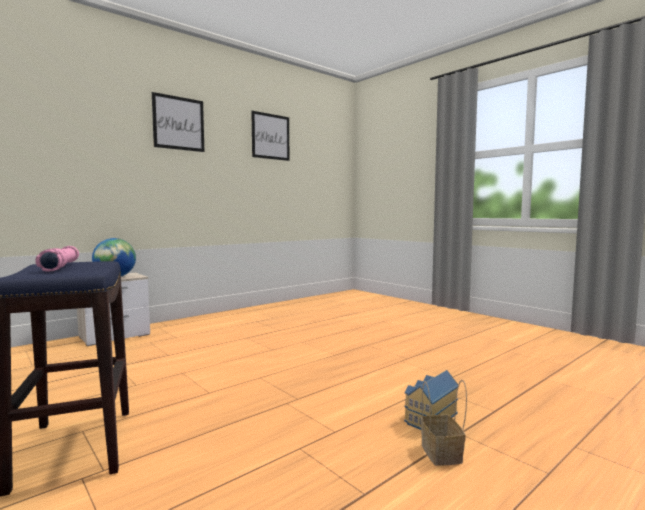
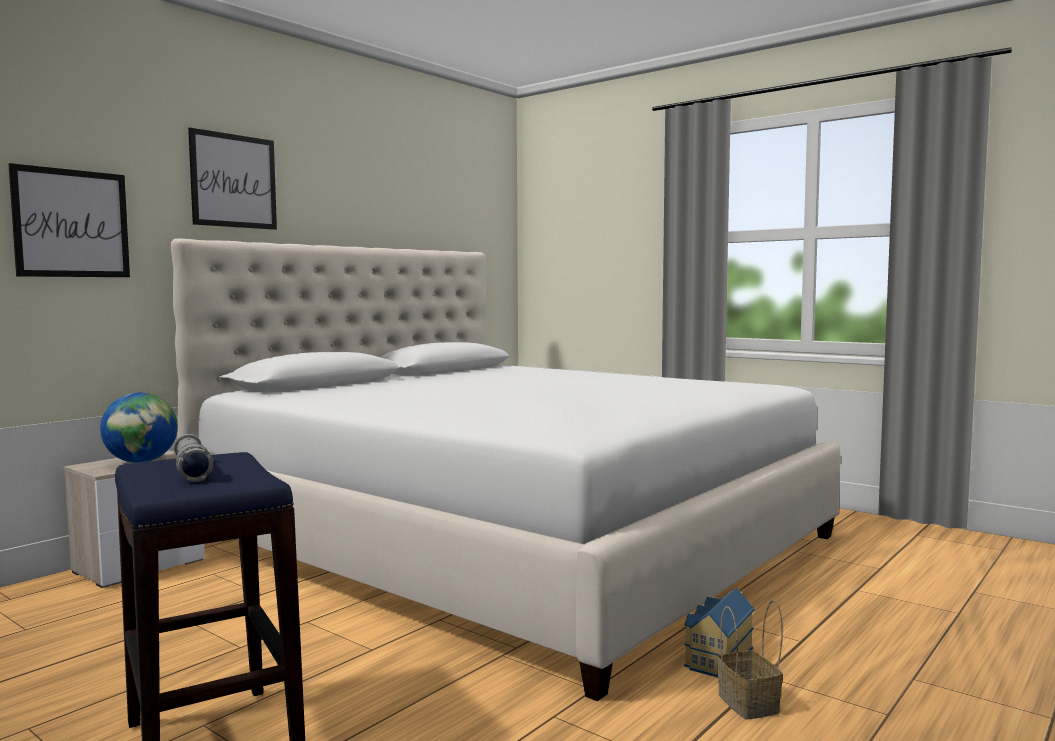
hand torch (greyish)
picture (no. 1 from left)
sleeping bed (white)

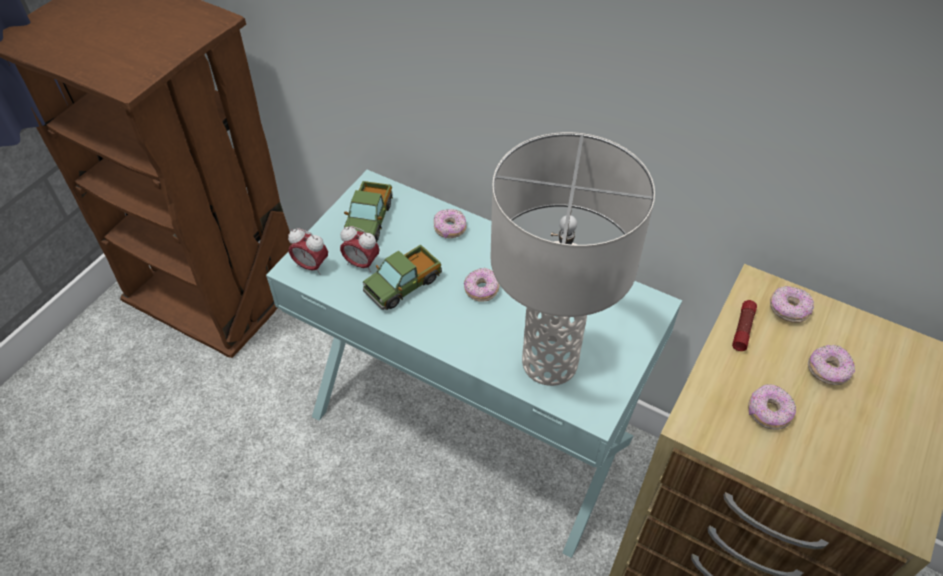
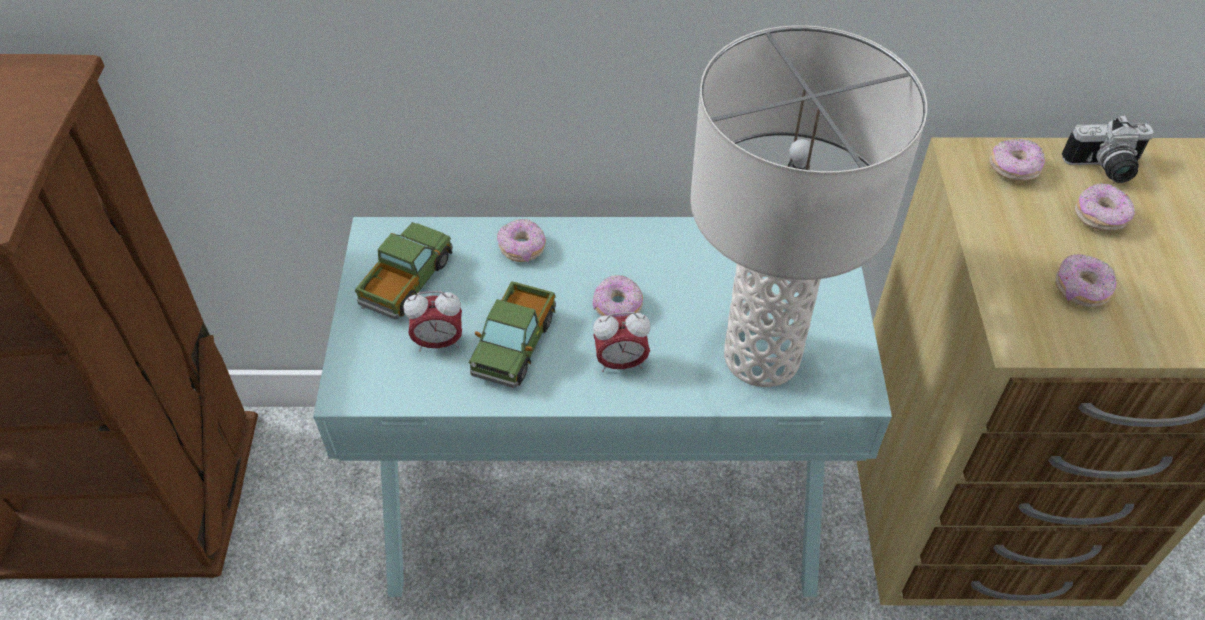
alarm clock (no. 2 from left)
model truck (no. 1 from left)
hand torch
photo camera

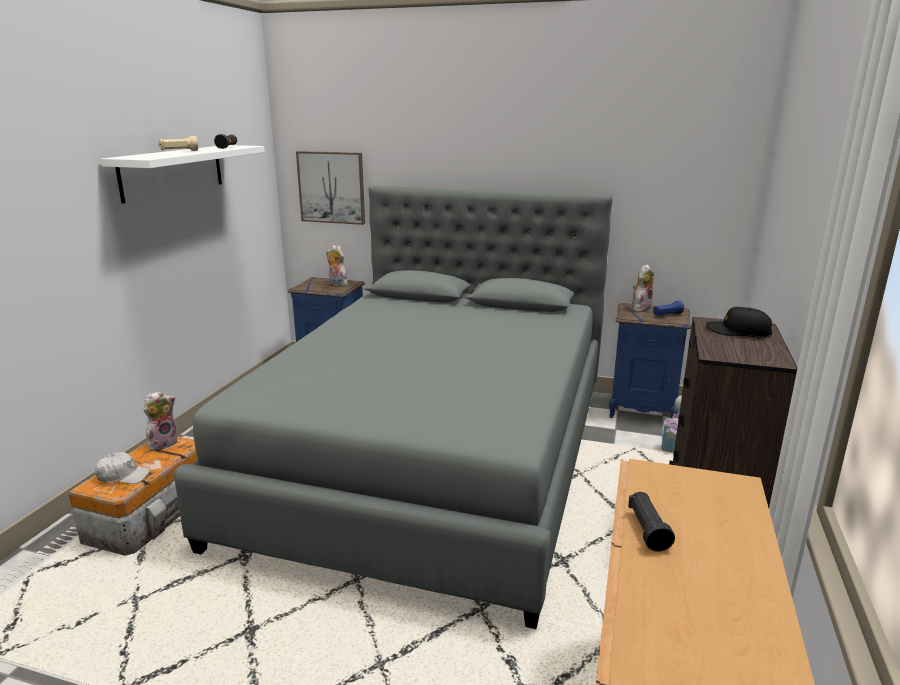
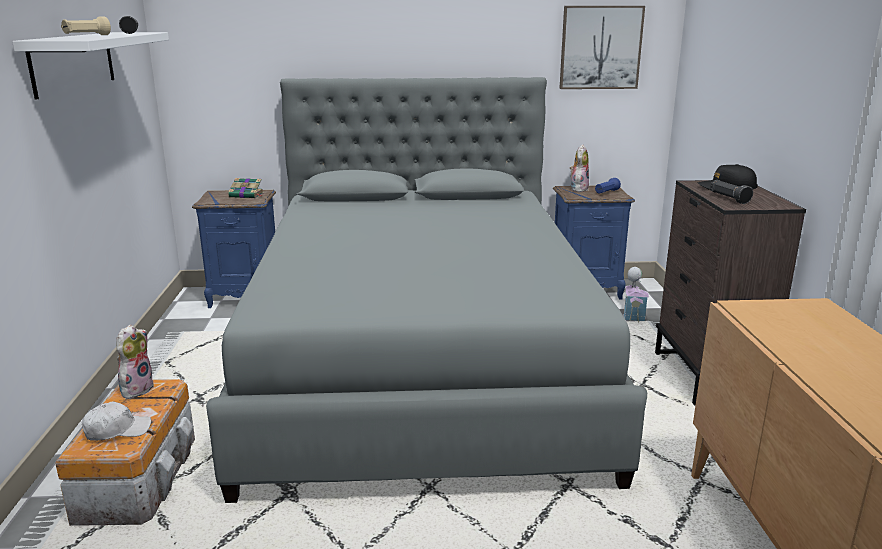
picture
volume
hand torch (black-coloured) (no. 2 from left)

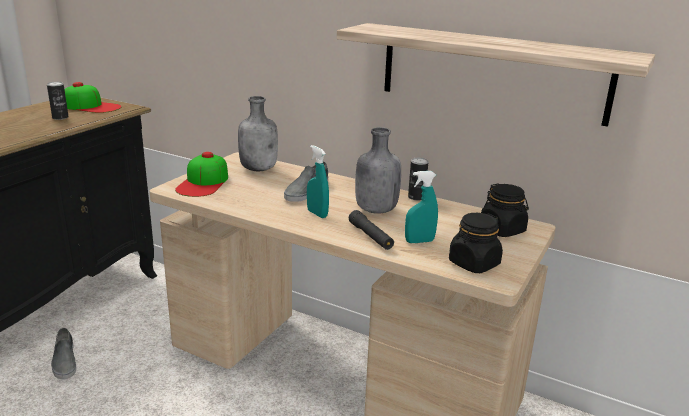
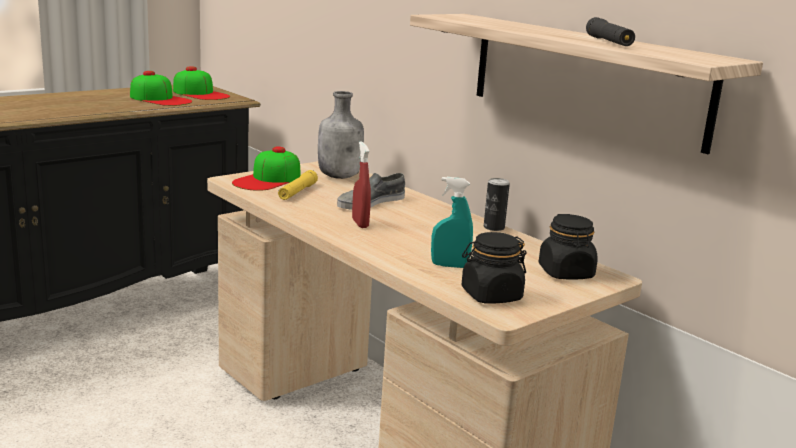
cap (no. 1 from left)
low shoe (greyish) (no. 1 from left in the first image)
spray bottle (reddish)
hand torch (black-coloured)
bottle (greyish) (no. 2 from left in the first image)
hand torch (yellow)

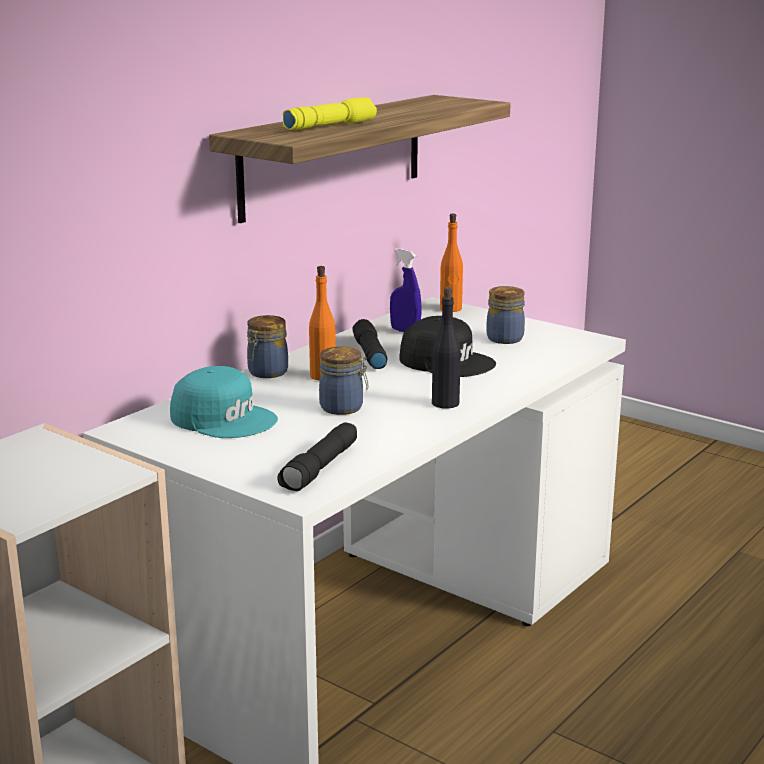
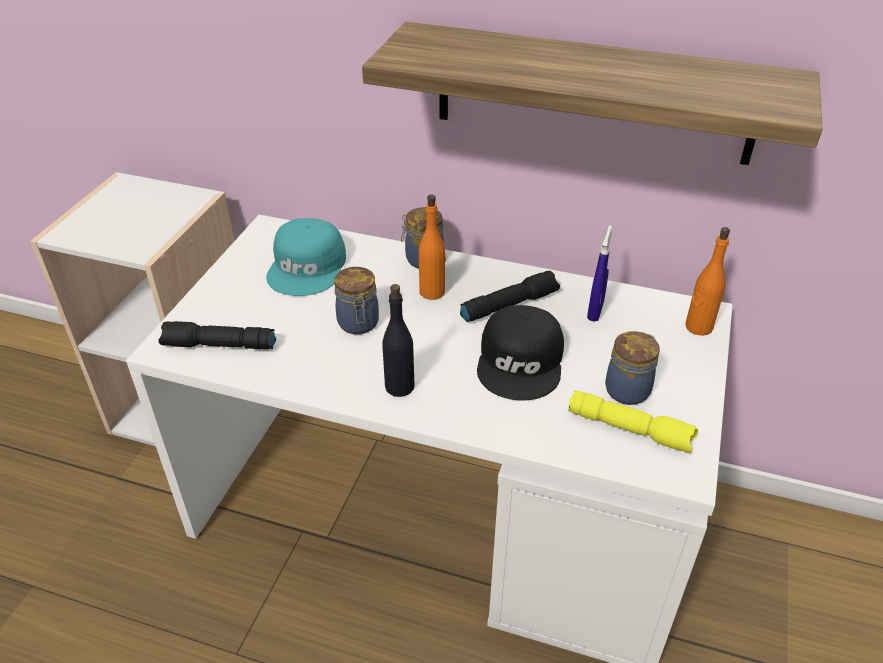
hand torch (yellow)

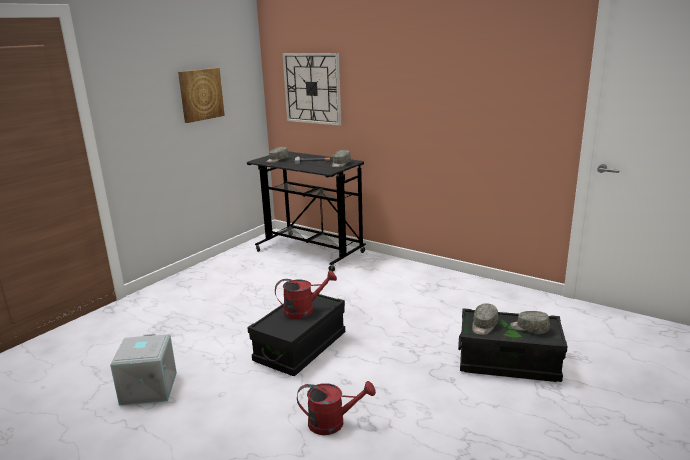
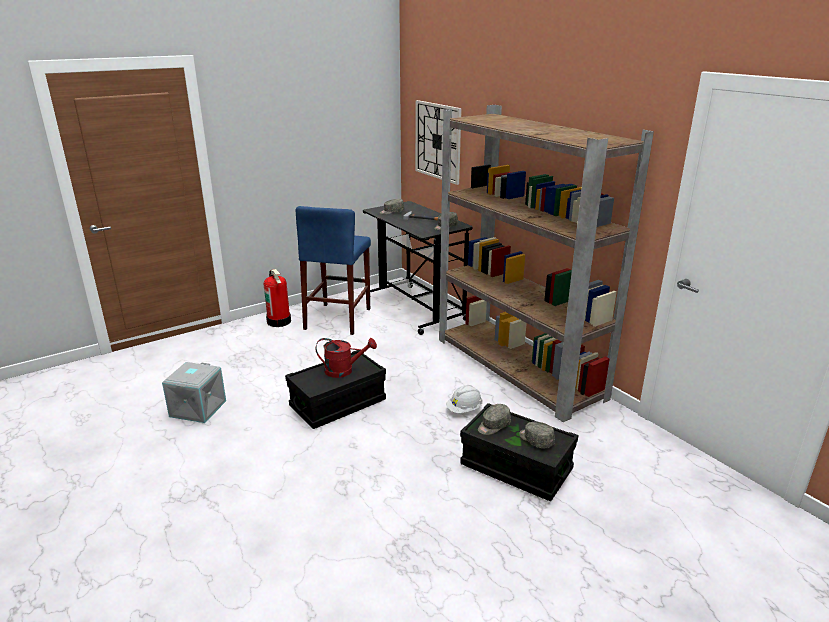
picture
watering pot (reddish) (no. 2 from left in the first image)
fire extinguisher
stool (bluish)
shelving unit (brown-coloured)
hard hat (white)

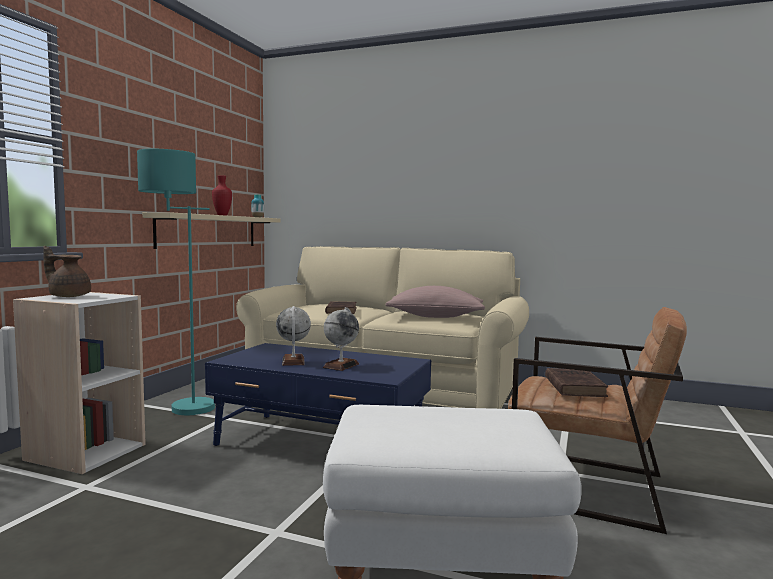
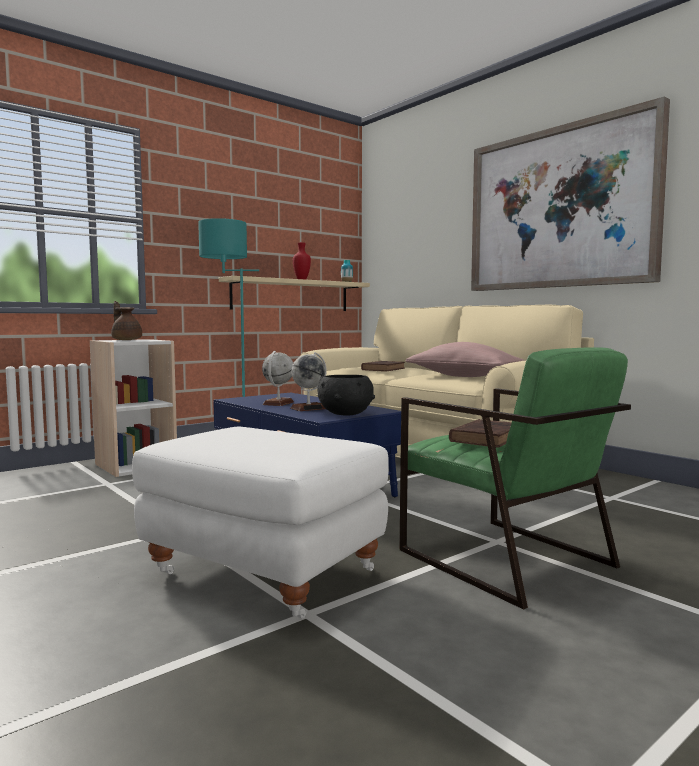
armchair (greenish)
bowl (black-coloured)
picture

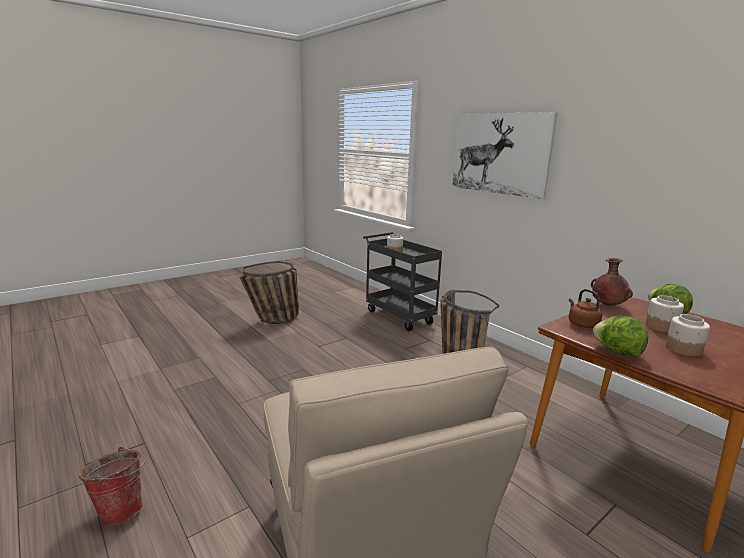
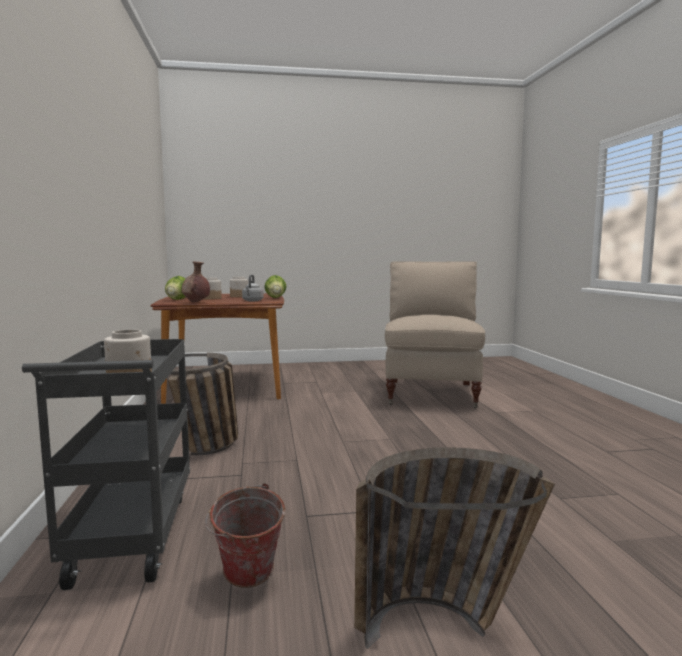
bucket
picture
kettle (greyish)

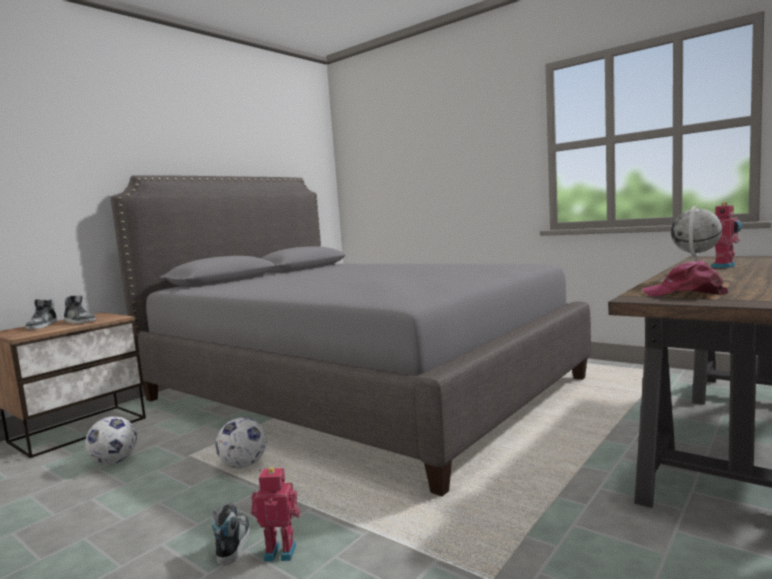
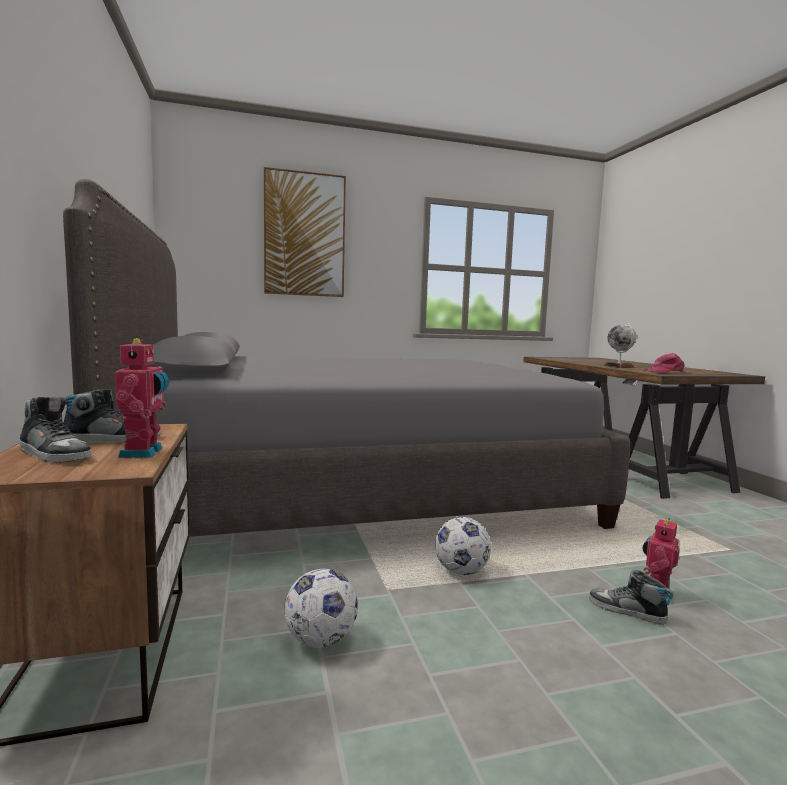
toy robot (no. 1 from left)
picture

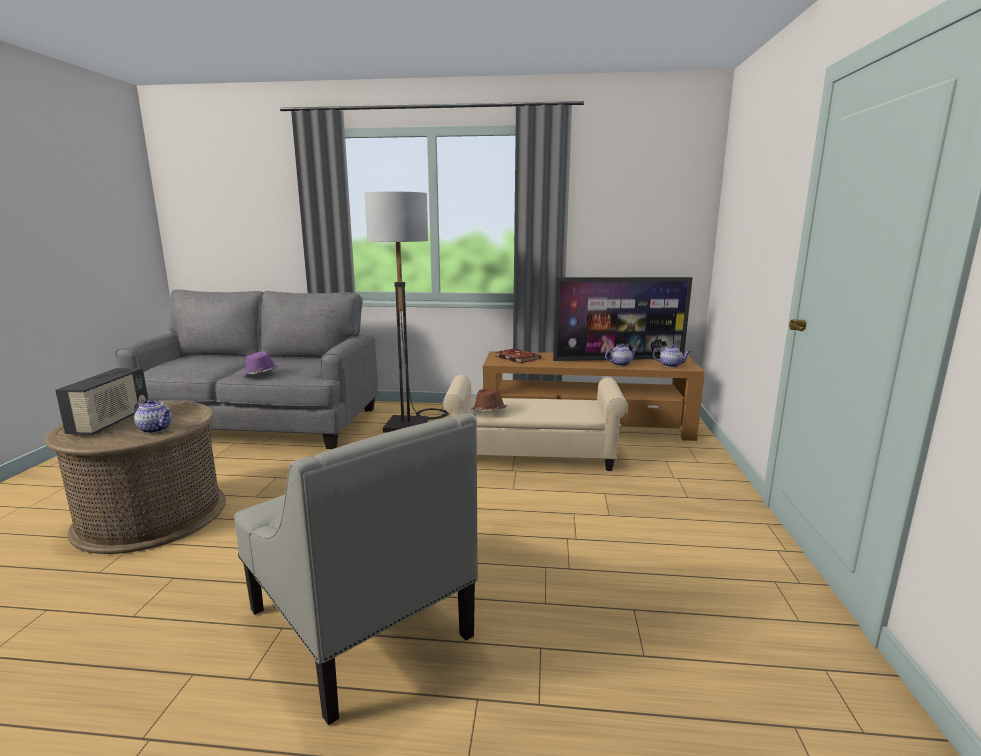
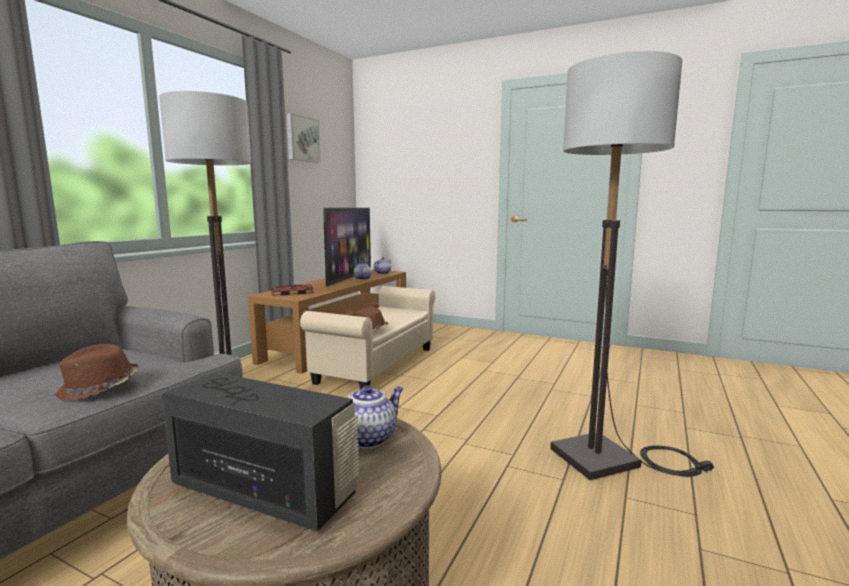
standing lamp (no. 2 from left)
wearable hat (brown-coloured) (no. 1 from left)
picture

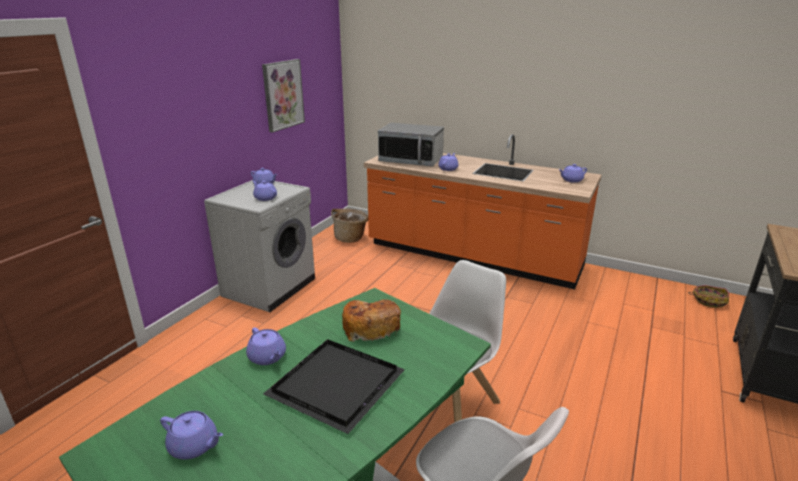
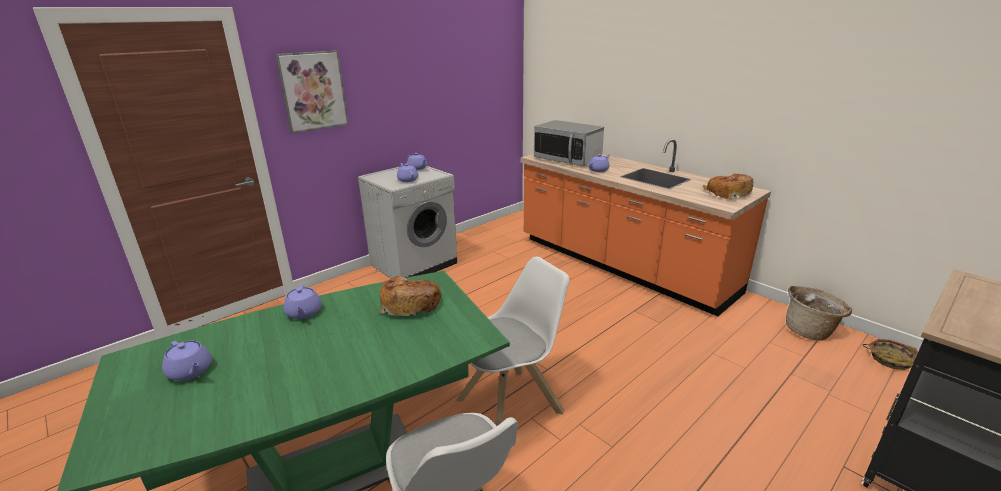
picture
serving tray (black-coloured)
storage basket (no. 1 from left)
bakery bread (no. 2 from left)

